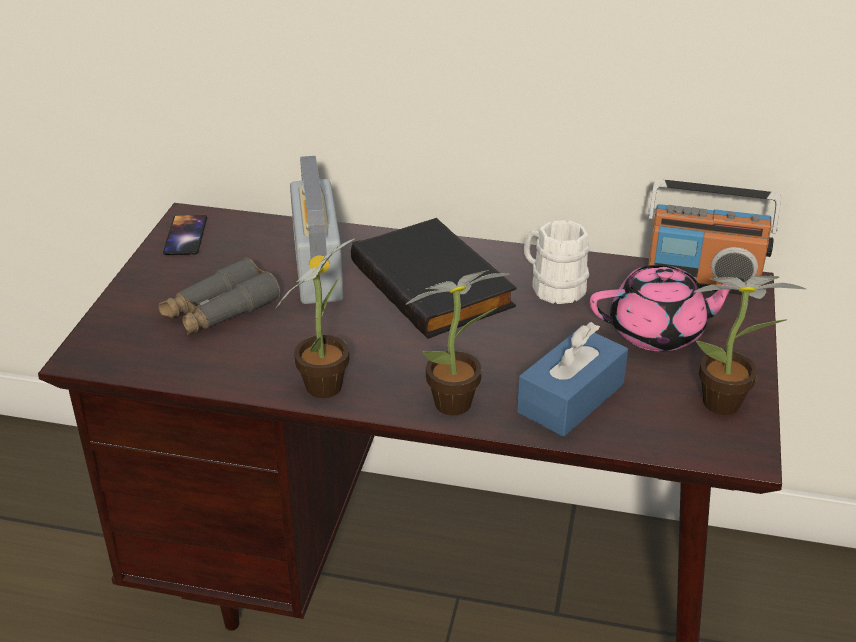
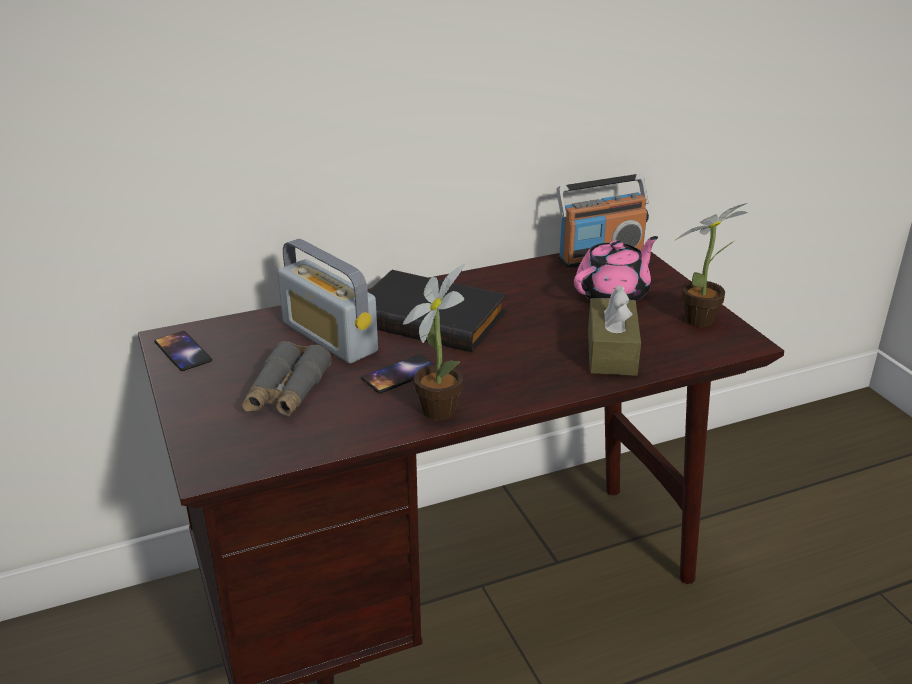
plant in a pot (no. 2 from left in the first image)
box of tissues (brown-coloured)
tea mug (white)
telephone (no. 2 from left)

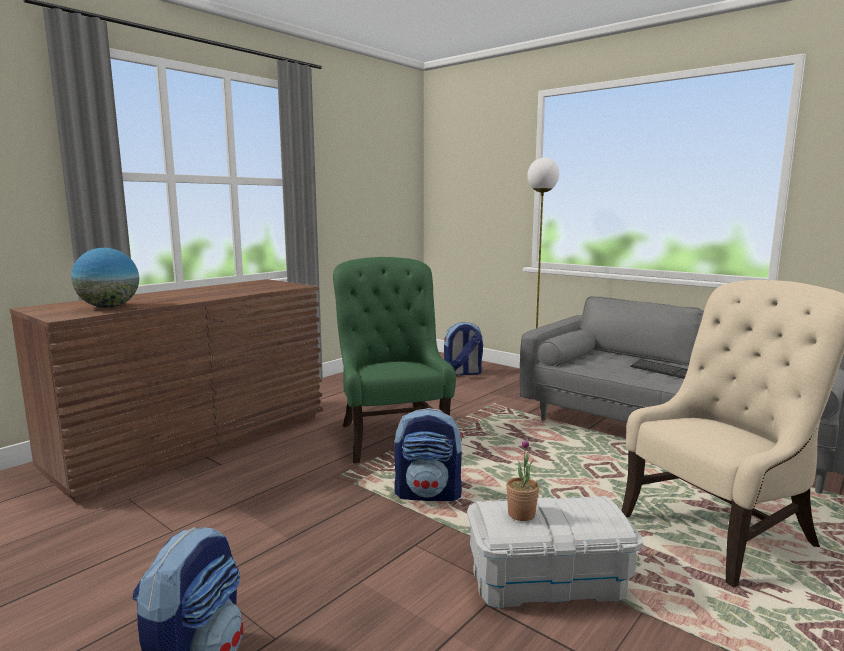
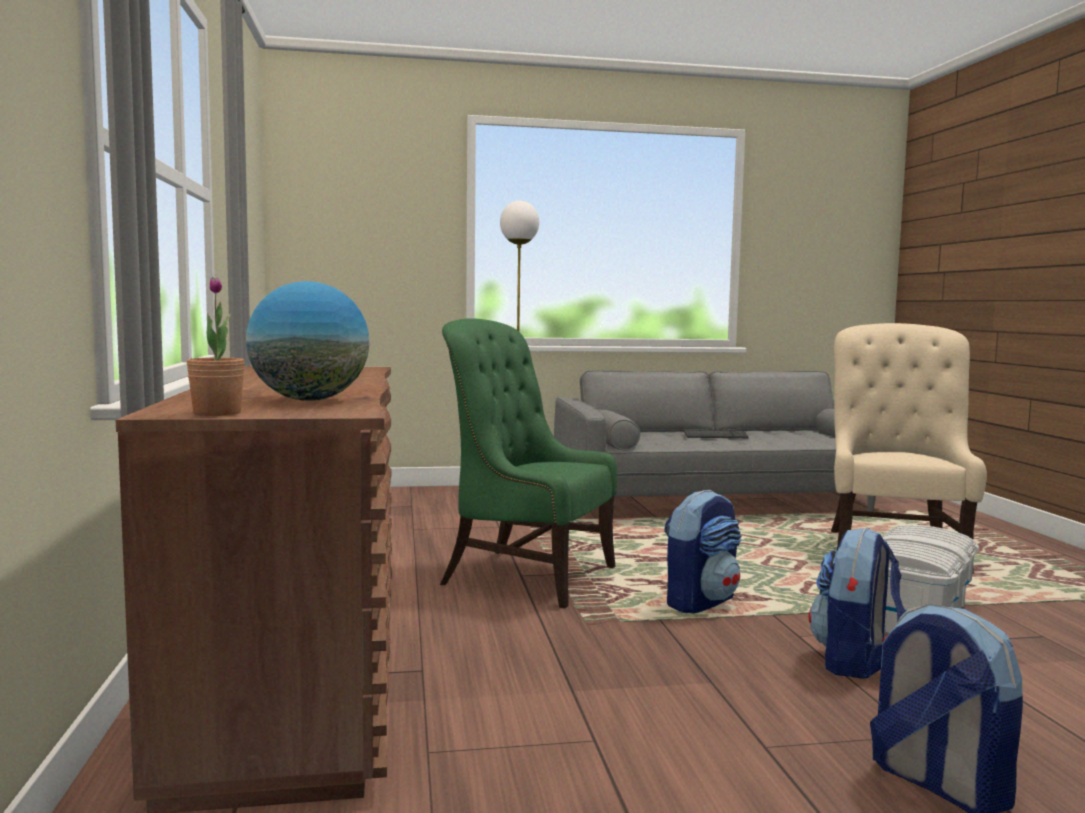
knapsack (no. 2 from left)
plant in a pot

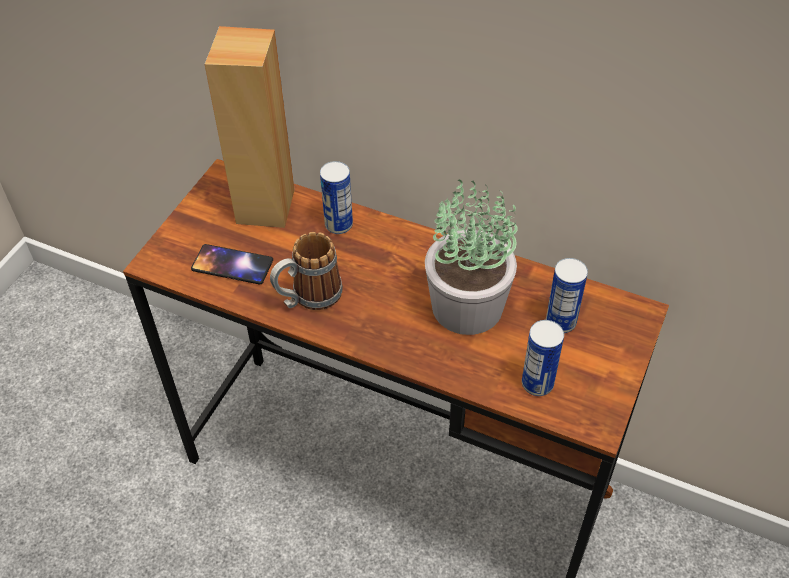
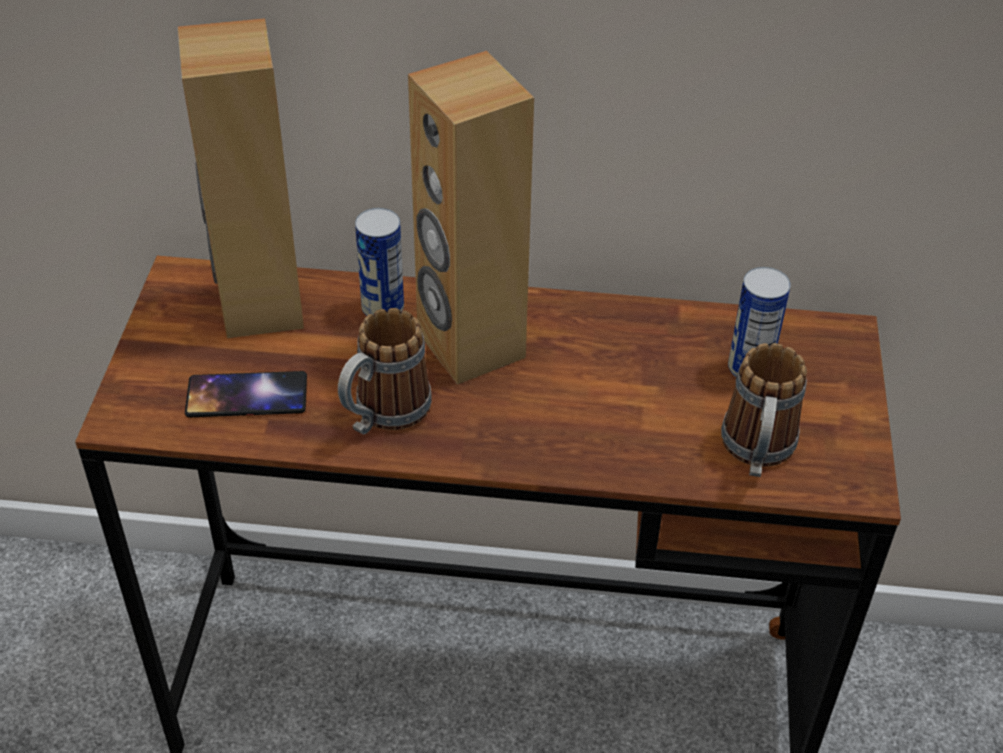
plant in a pot
tea mug (no. 2 from left)
speaker (brown-coloured) (no. 2 from left)

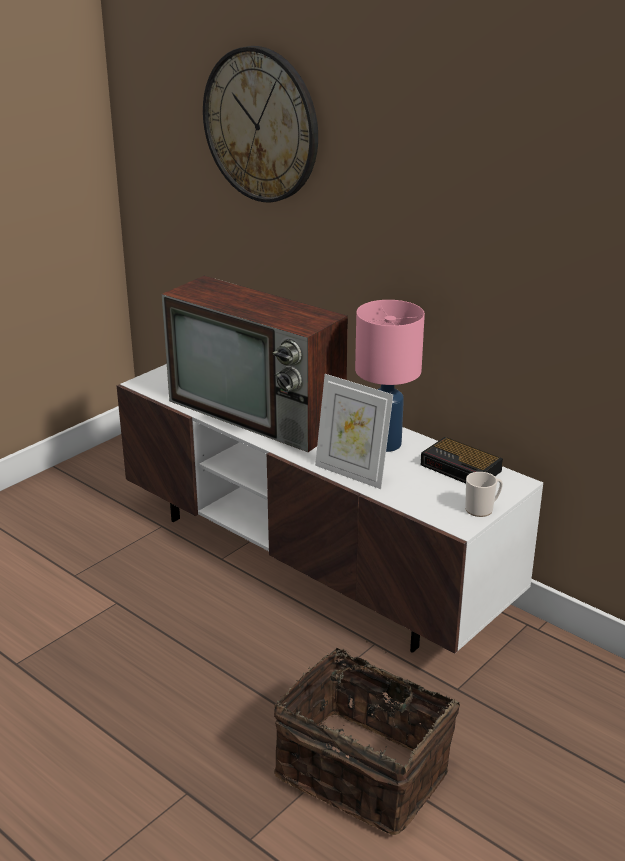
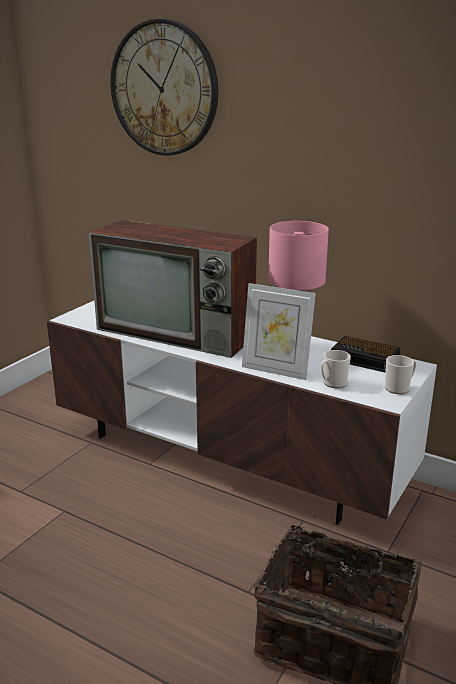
tea mug (no. 1 from left)

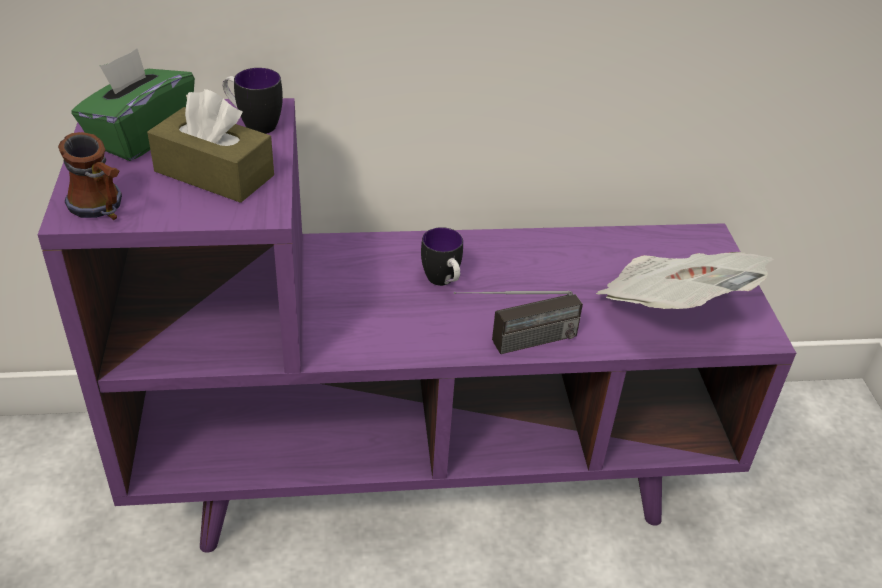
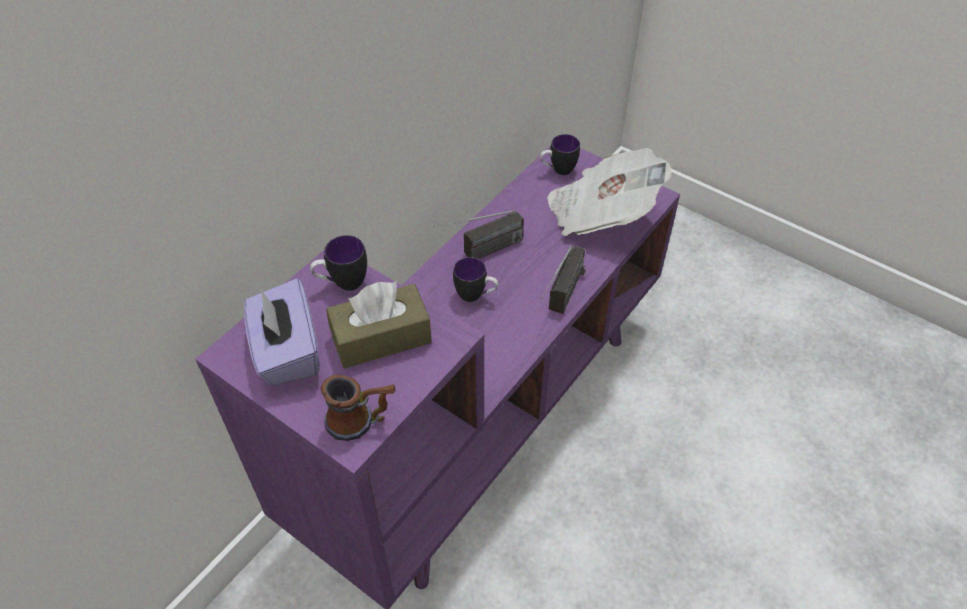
box of tissues (purple-coloured)
radio (no. 1 from left)
tea mug (no. 4 from left)

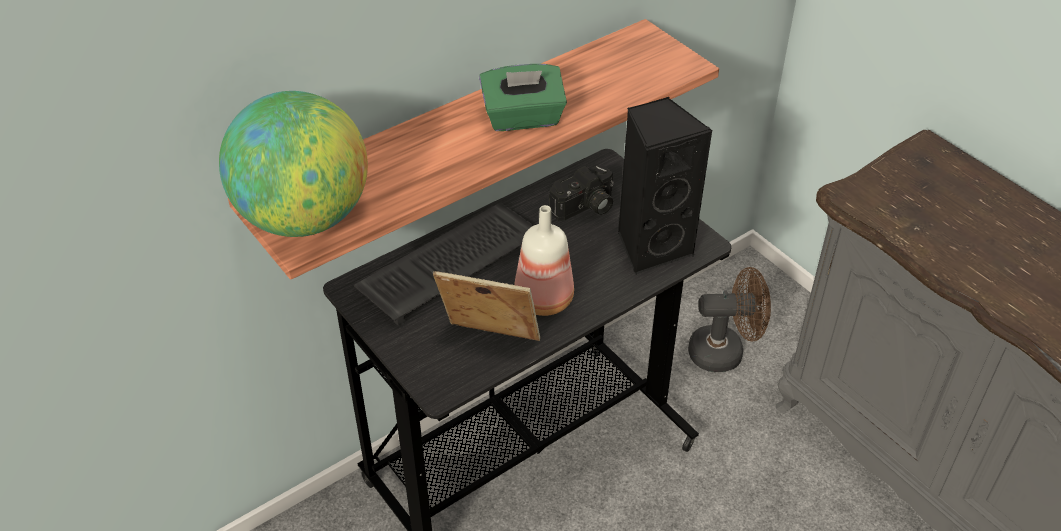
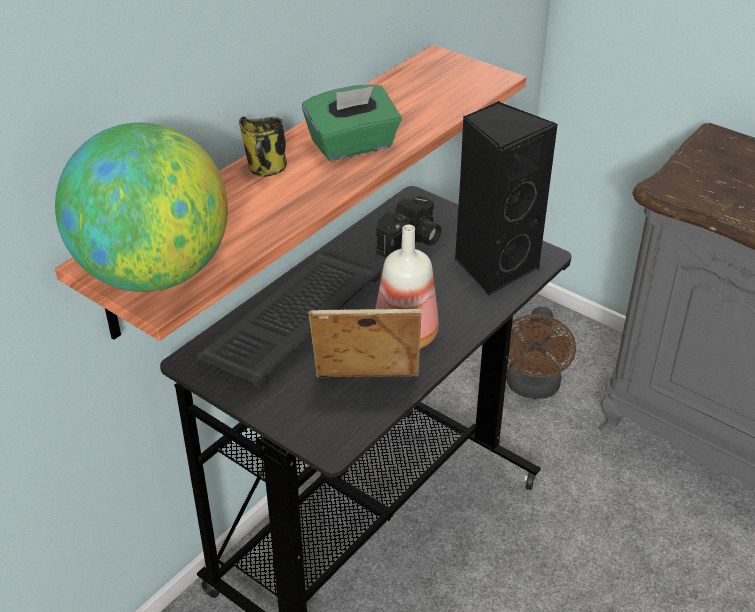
cooling fan (brown-coloured)
tea mug

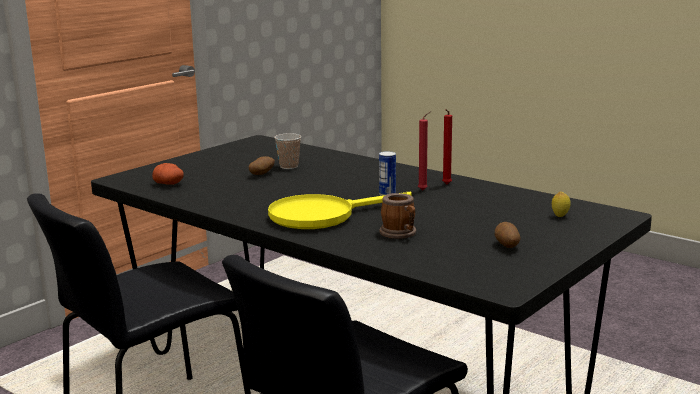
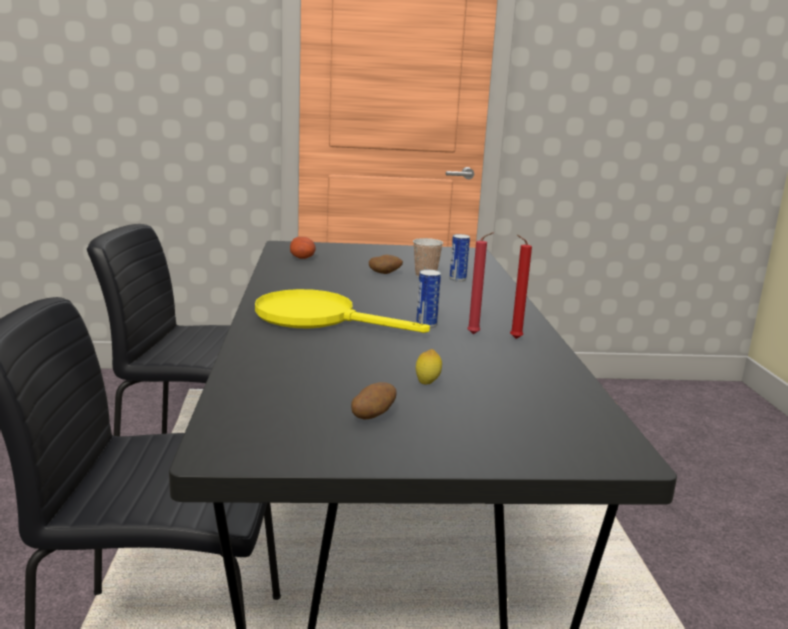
tea mug
whole lemon
can (no. 2 from left)

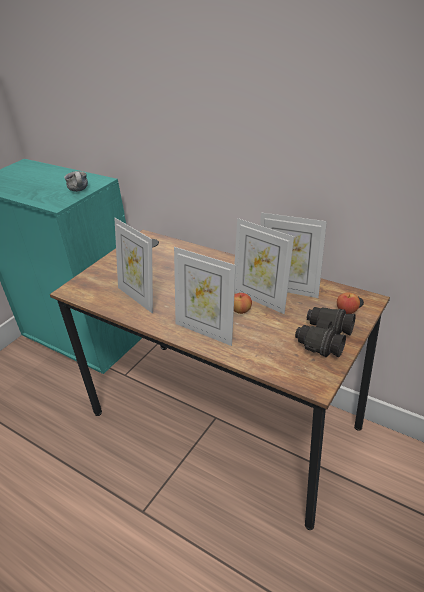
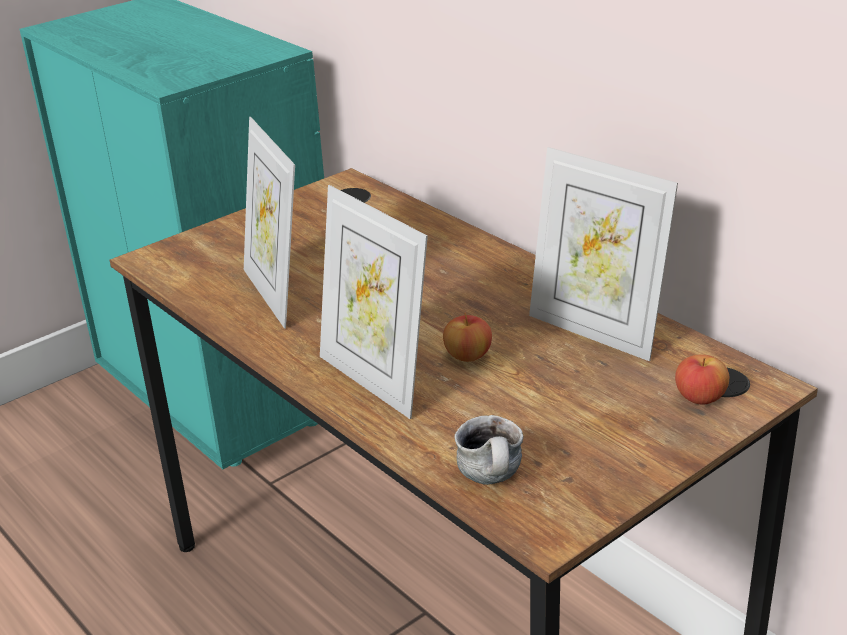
tea mug
picture frame (no. 3 from left in the first image)
pair of binoculars (black-coloured)

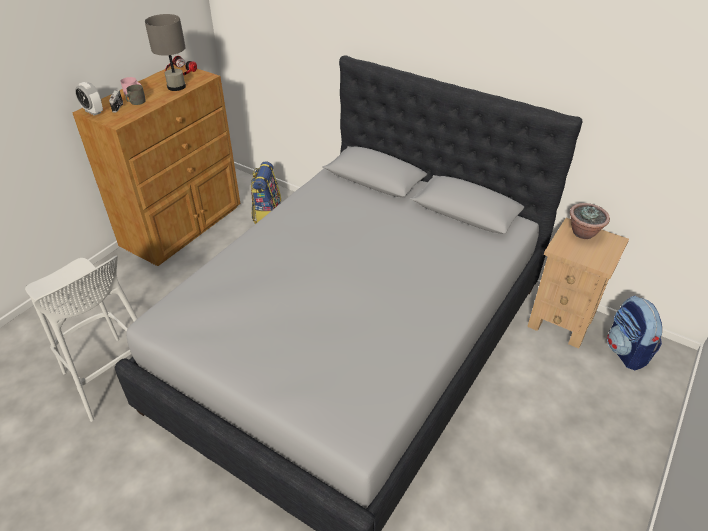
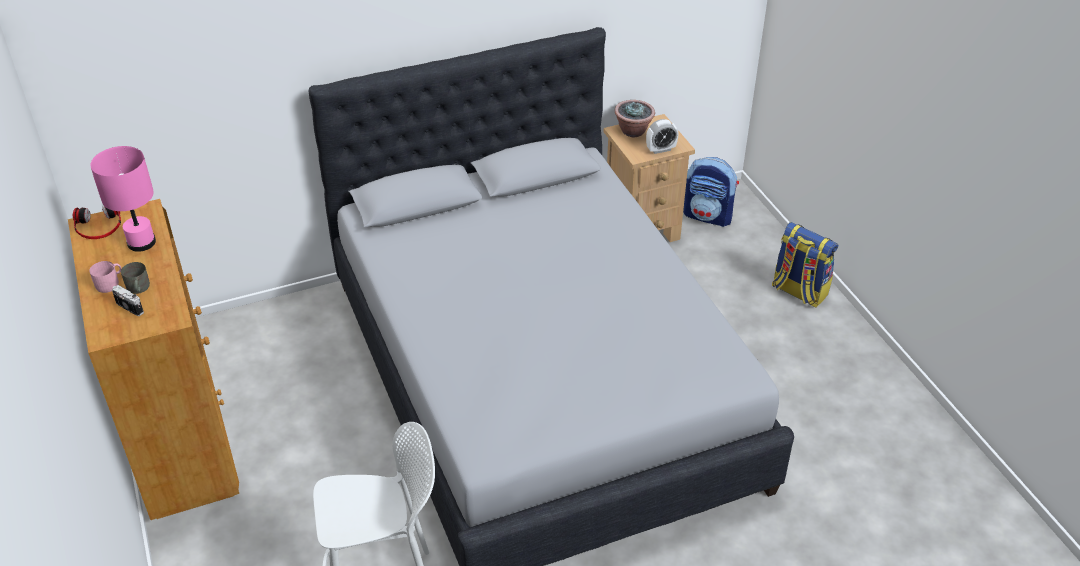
alarm clock
table lamp (pink-coloured)
knapsack (no. 2 from left)

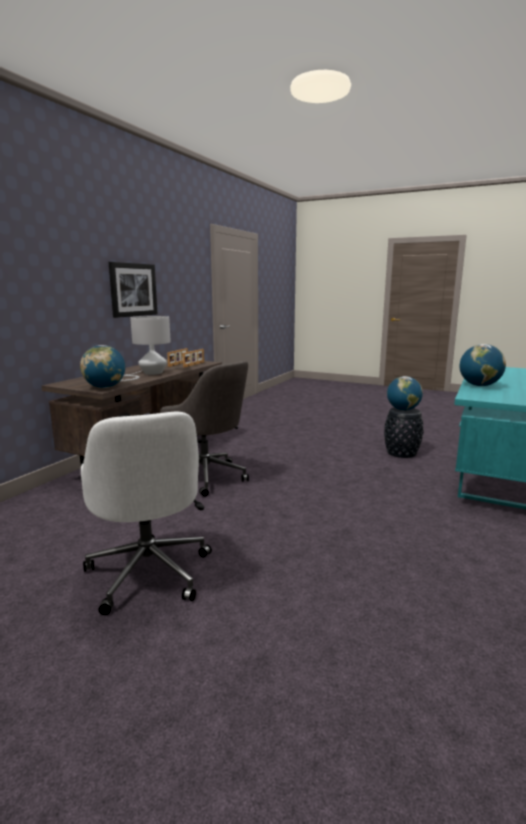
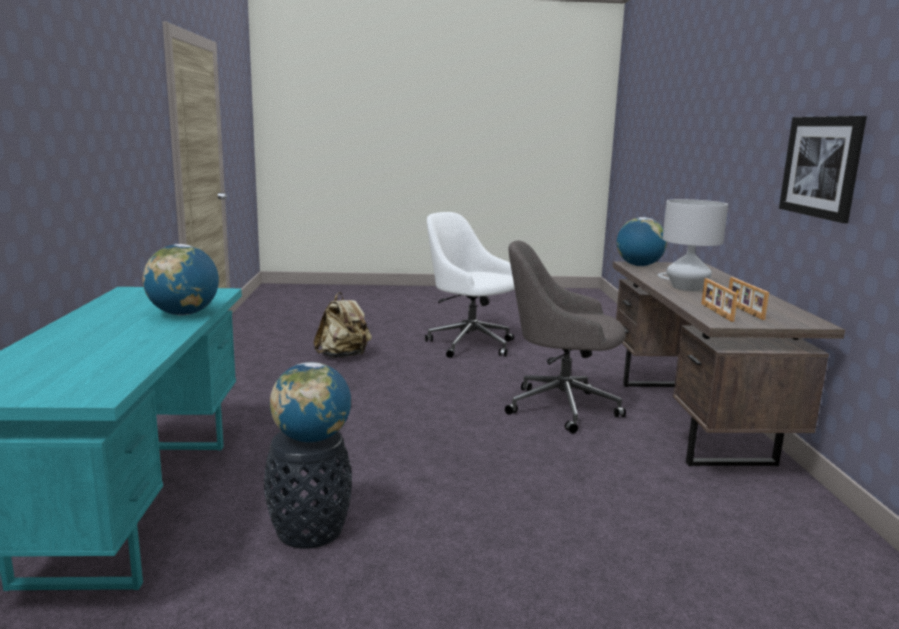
knapsack (beige-coloured)

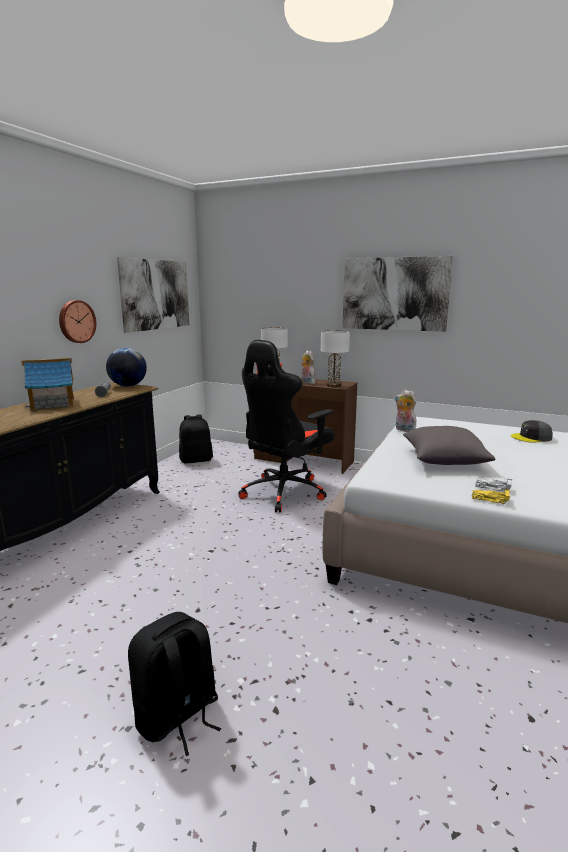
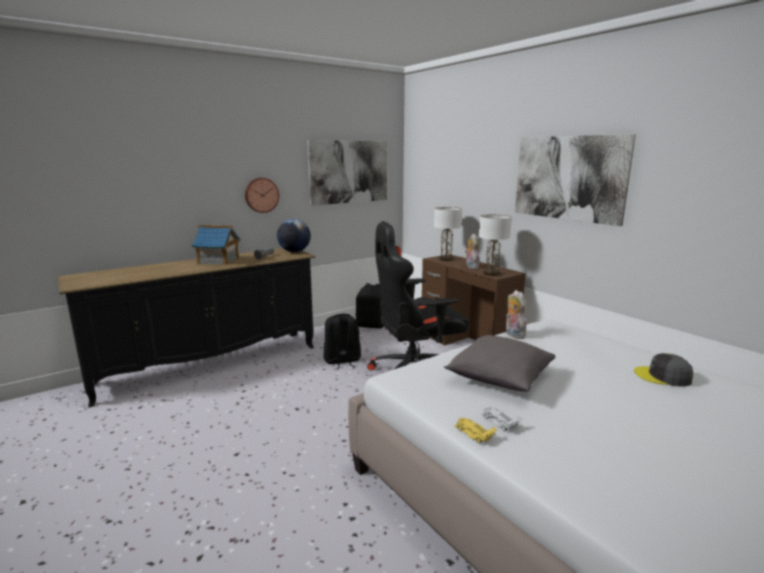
knapsack (black-coloured) (no. 1 from left)

